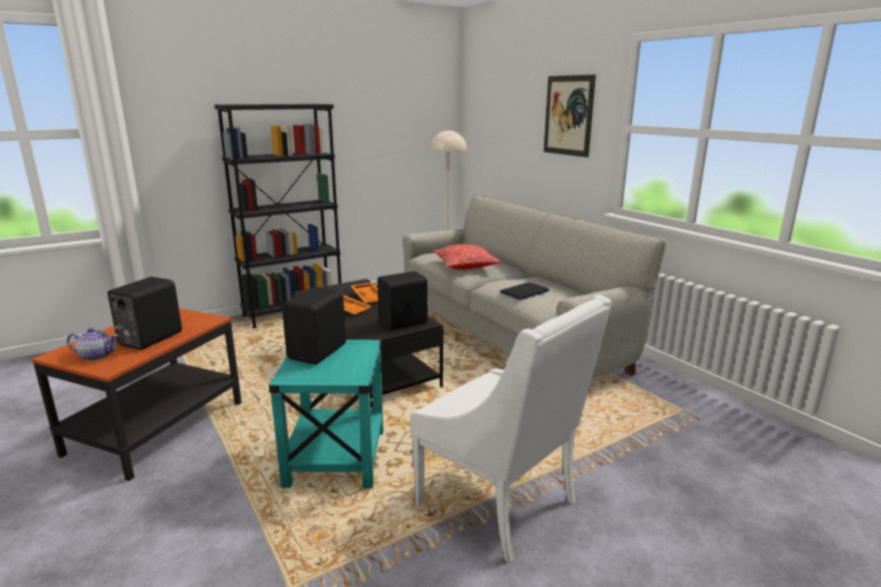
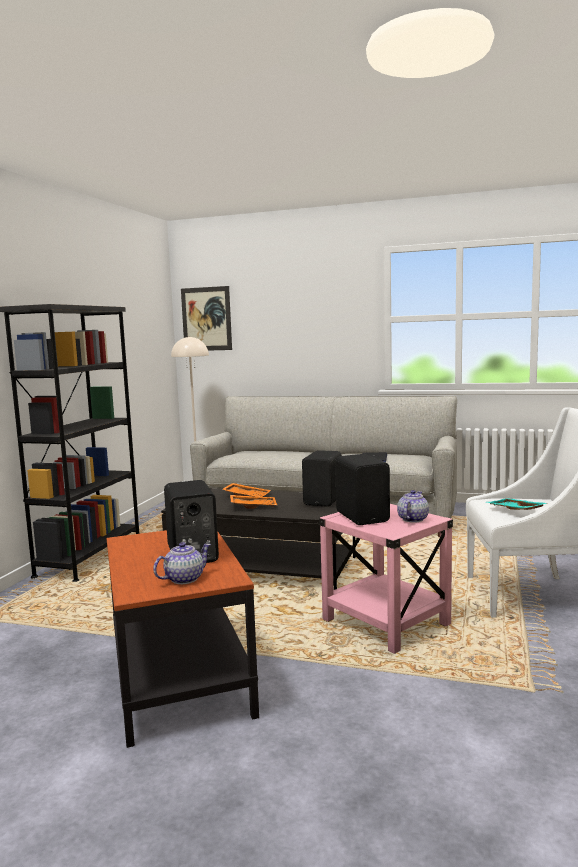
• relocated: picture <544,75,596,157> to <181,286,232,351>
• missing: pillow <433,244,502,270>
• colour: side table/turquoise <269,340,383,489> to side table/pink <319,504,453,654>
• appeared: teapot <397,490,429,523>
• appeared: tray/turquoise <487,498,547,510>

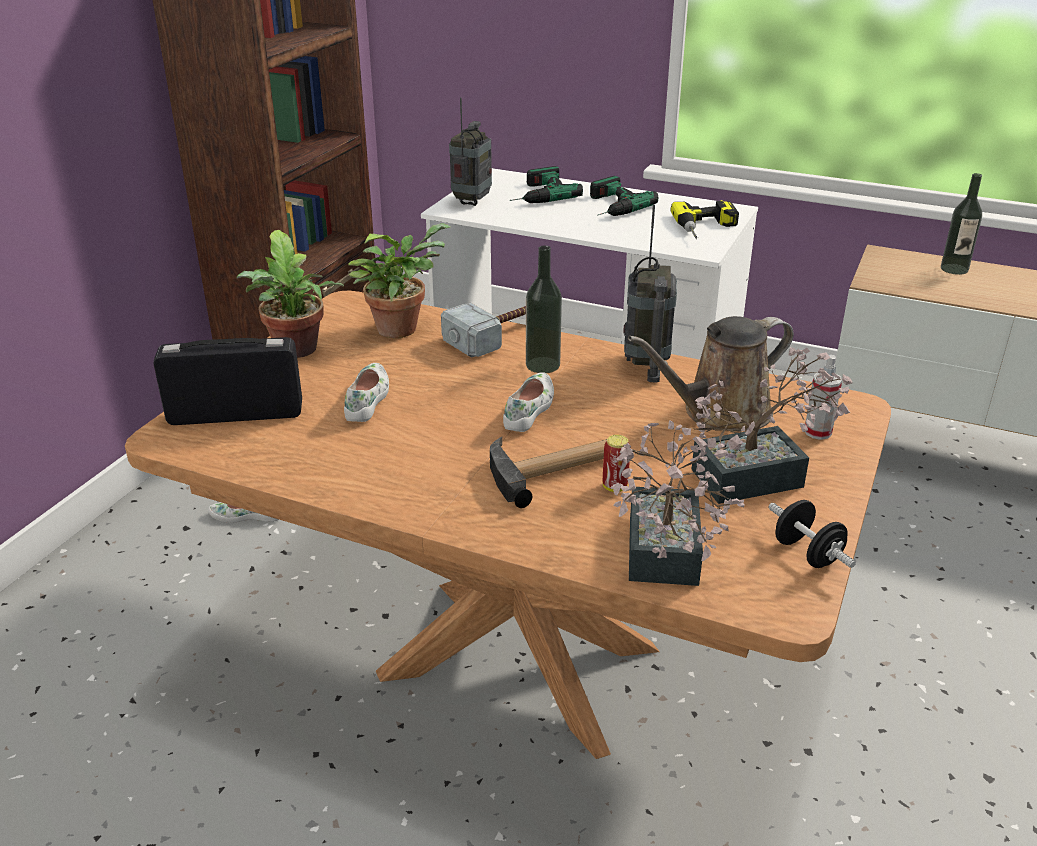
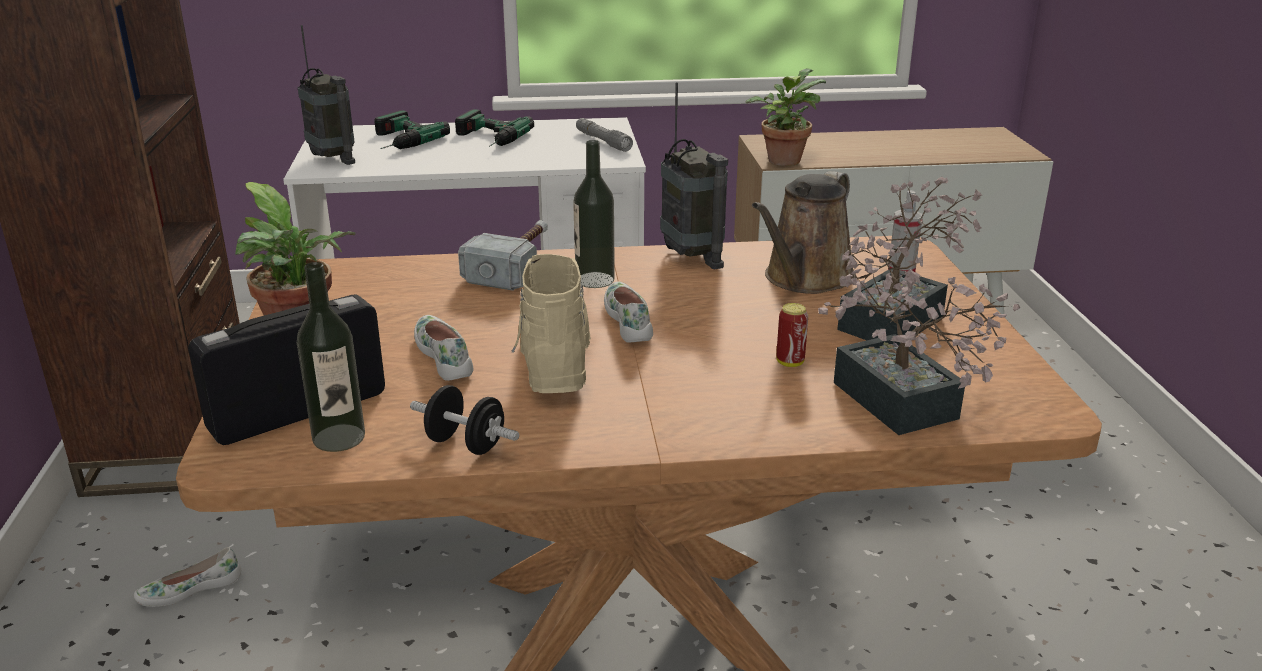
• spun: radio <449,97,492,206> = <298,25,355,165> 150 degrees clockwise
• relocated: bottle <941,173,982,275> to <297,262,365,452>
• exchanged: power drill <670,200,739,239> to flashlight/grey <576,118,633,152>
• relocated: potted plant <348,223,450,338> to <745,68,826,166>
• missing: hammer <490,437,607,508>
• relocated: dumbbell/black <769,500,856,568> to <410,385,519,455>
• appeared: boot/beige <512,254,591,393>

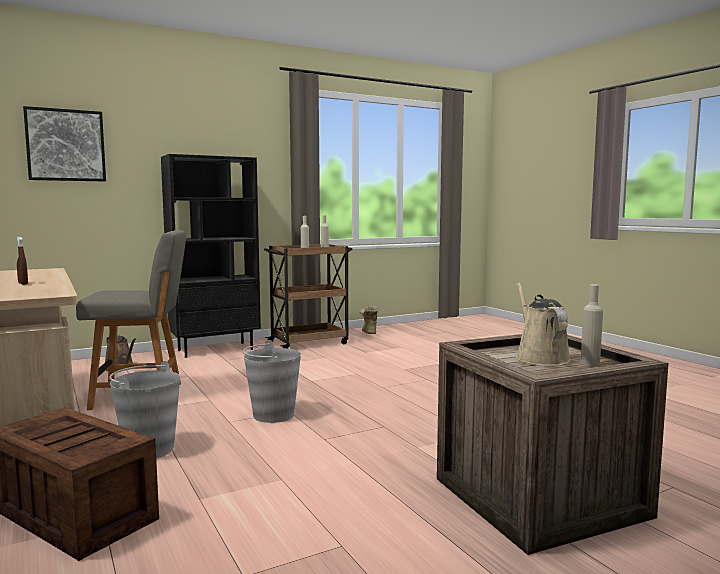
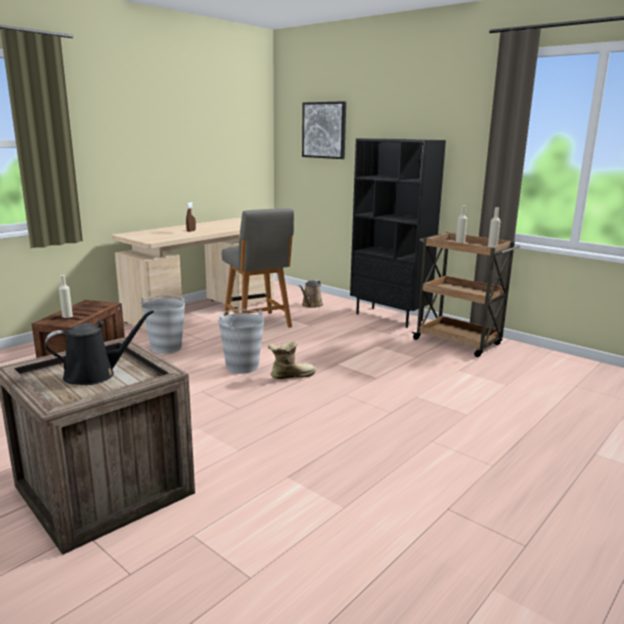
• colour: watering can/beige <516,282,571,366> to watering can/black <45,310,154,385>
• relocated: bottle/beige <581,284,603,366> to <59,275,73,318>
• relocated: boot <360,306,378,334> to <268,341,316,379>

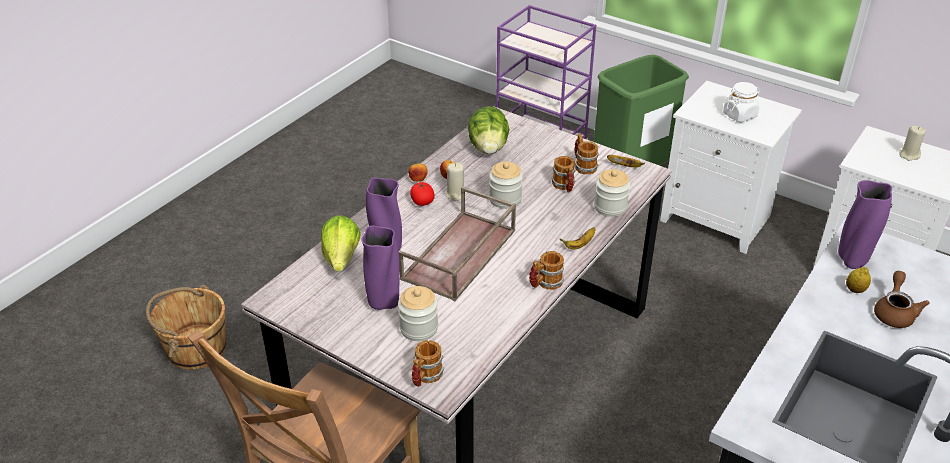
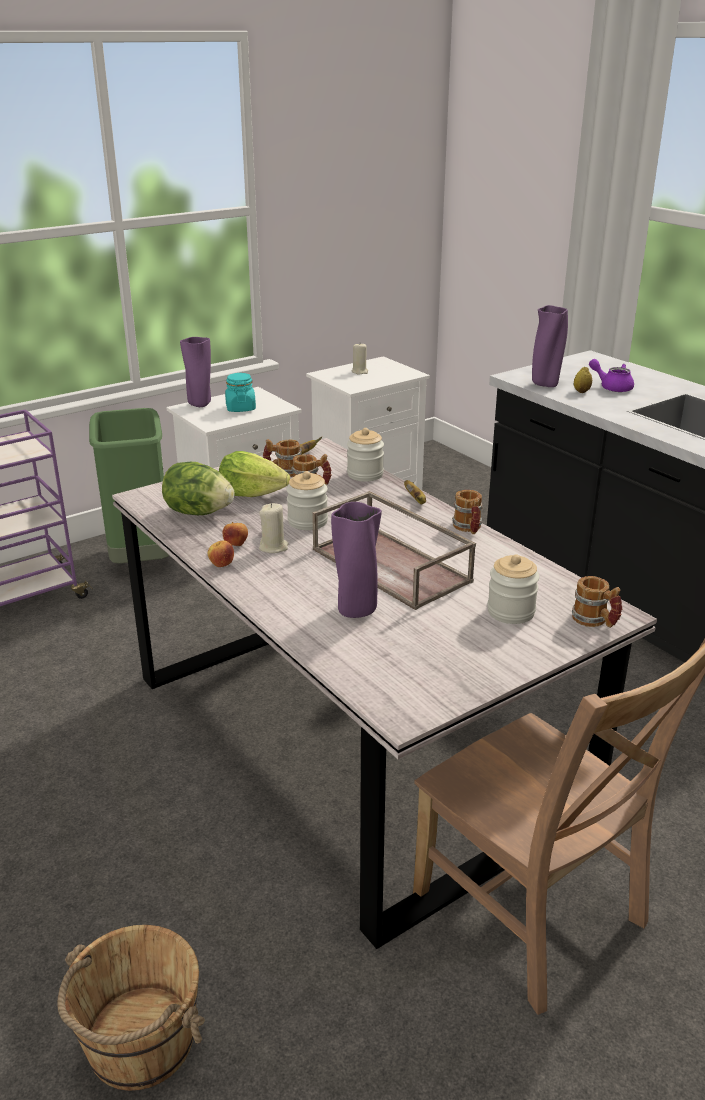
• colour: jar/white <723,82,760,122> to jar/turquoise <225,373,256,412>
• missing: tomato <410,181,435,206>
• relocated: lettuce <321,215,360,271> to <219,451,290,497>
• relocated: vase/purple <361,225,400,310> to <180,337,211,407>
• colour: teapot/brown <874,271,930,328> to teapot/purple <589,359,634,392>

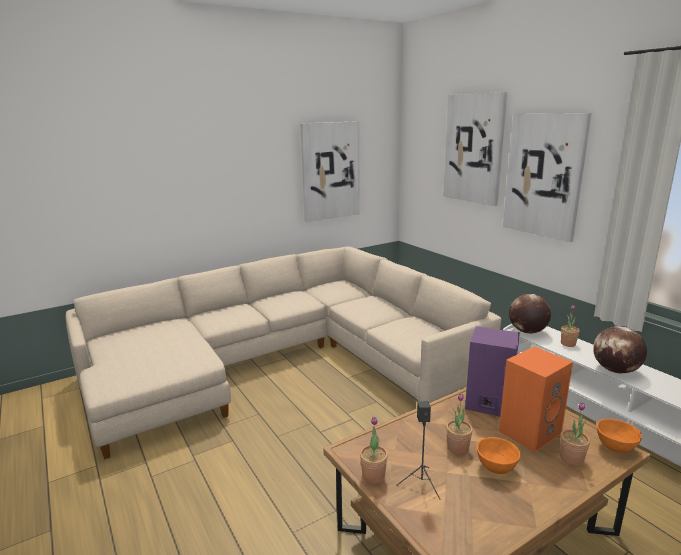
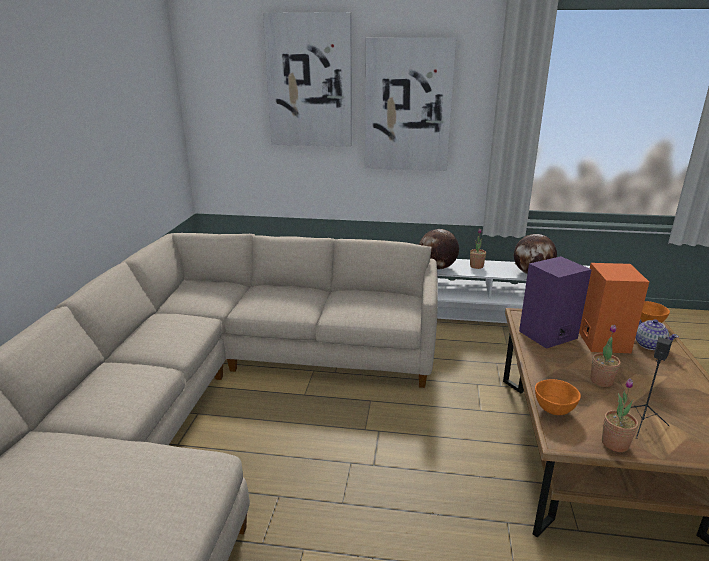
• missing: picture <300,121,360,222>
• exchanged: potted plant <560,402,590,466> to teapot <635,319,679,350>
• relocated: bowl/orange <477,437,520,474> to <535,379,581,415>

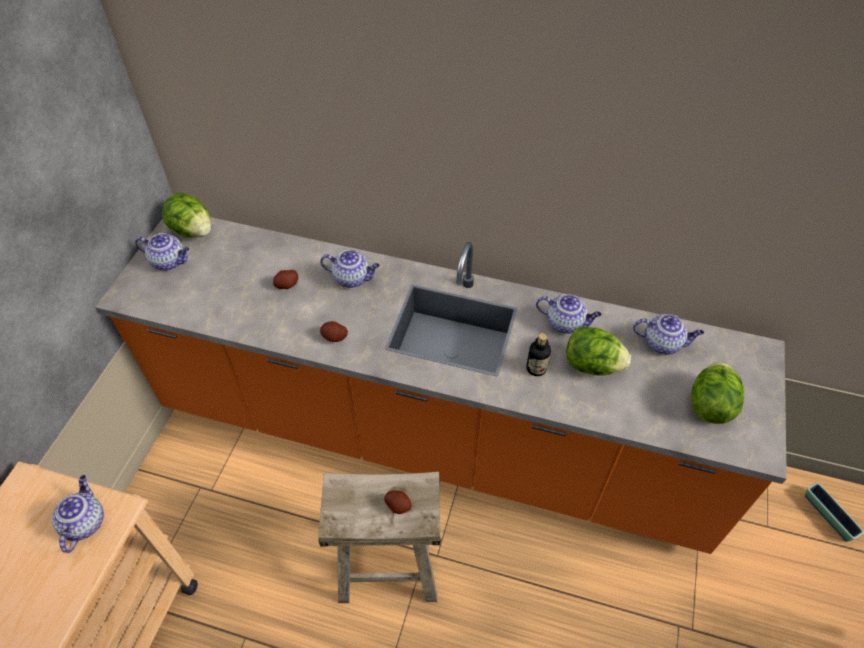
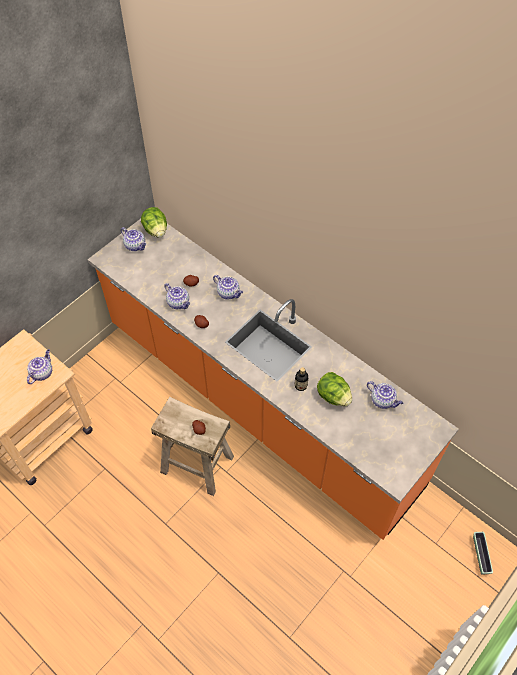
• relocated: teapot <536,294,602,334> to <164,283,190,309>
• missing: lettuce <691,362,744,424>

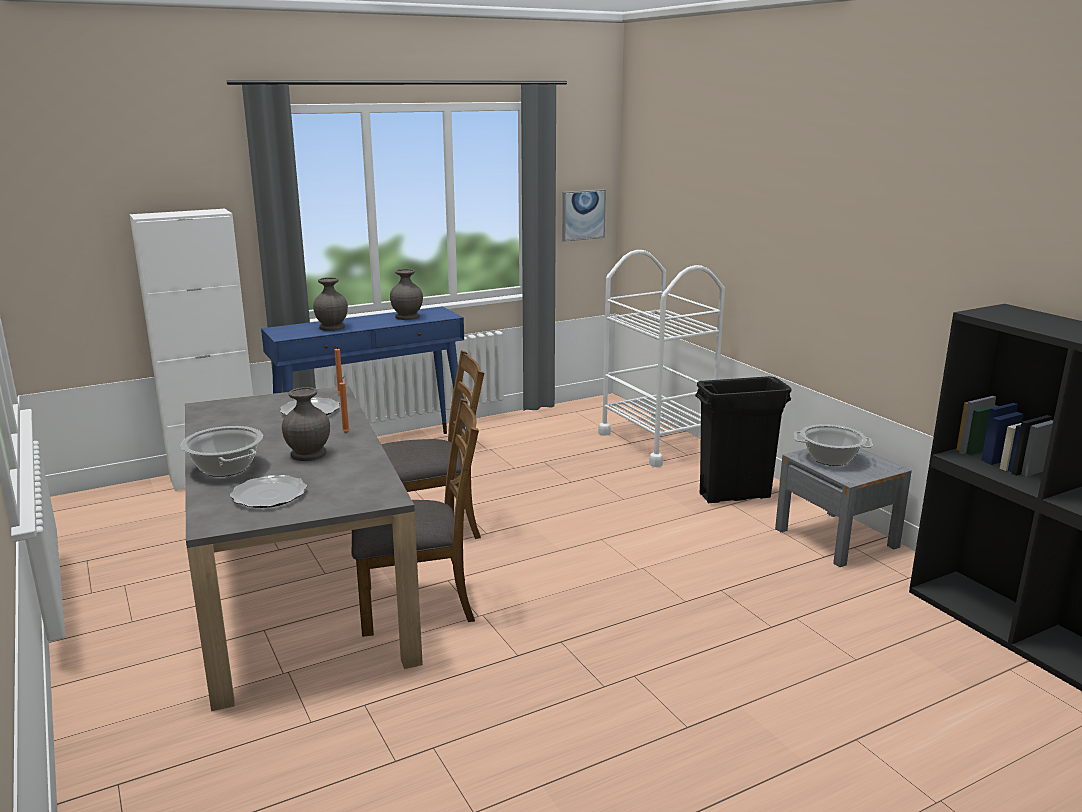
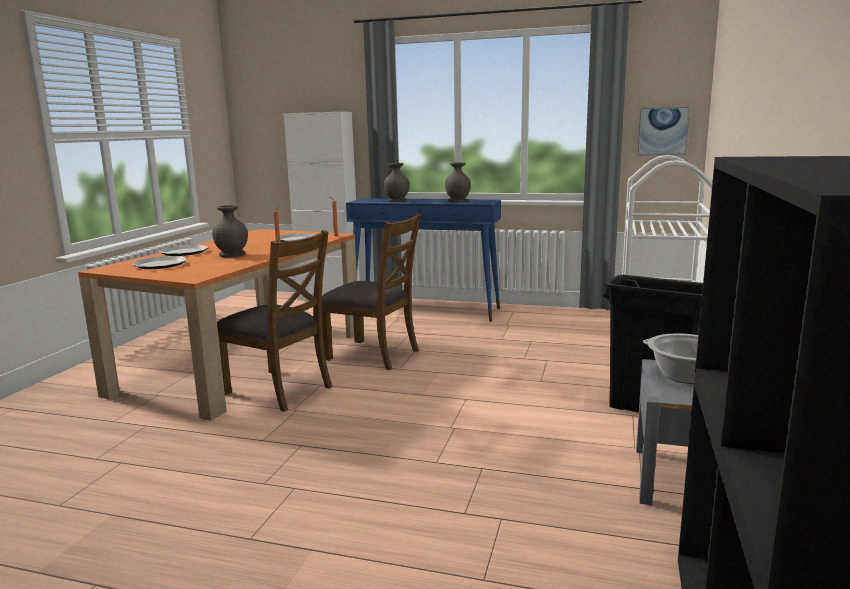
• colour: dining table/grey <185,385,423,711> to dining table/orange <78,229,357,421>
• exchanged: cooking pot <181,426,263,477> to plate <159,245,208,256>

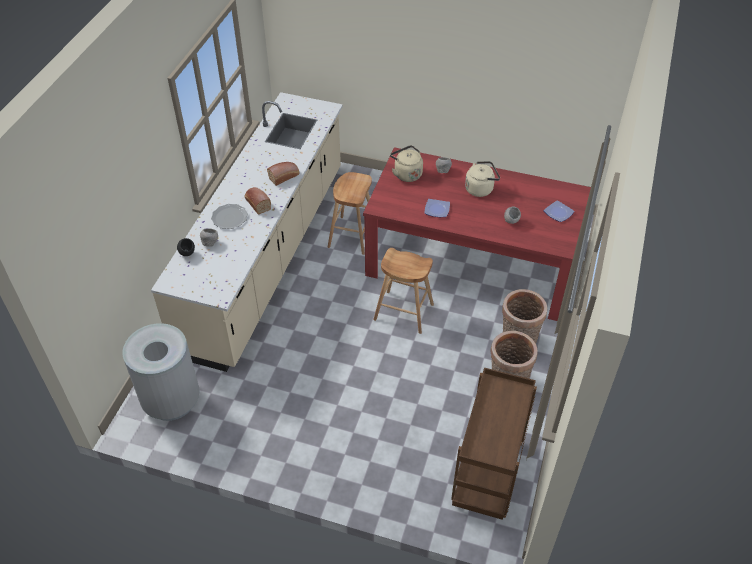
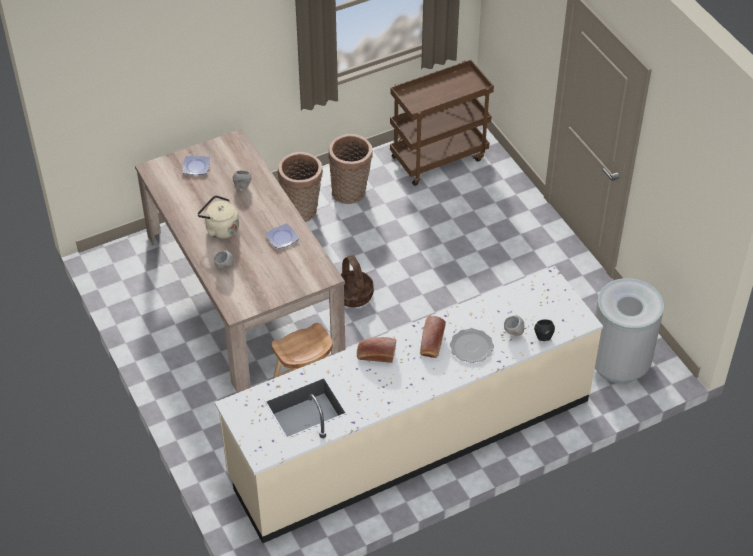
• missing: kettle/beige <390,145,423,182>
• colour: dining table/red <363,147,591,321> to dining table/beige <135,129,345,393>
• exchanged: stool/brown <373,248,434,334> to basket <341,255,374,307>

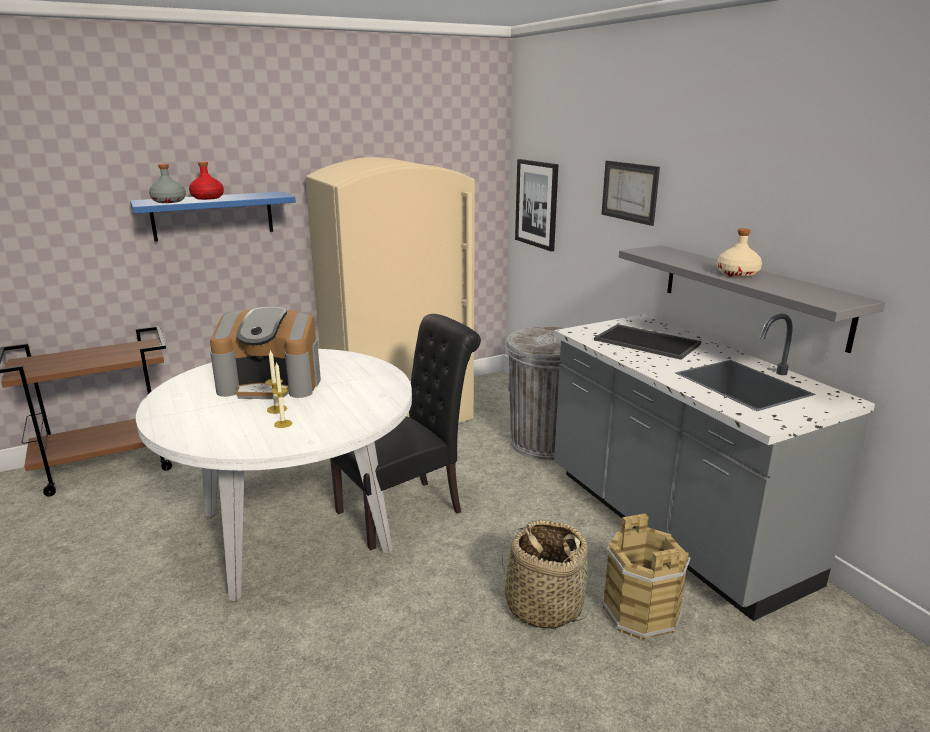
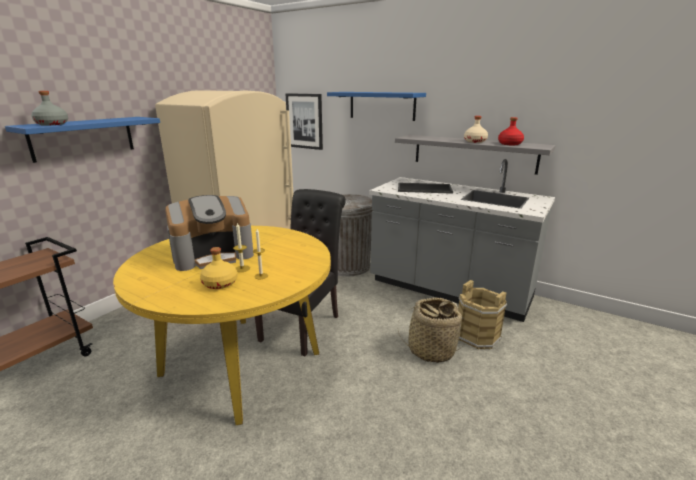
• exchanged: picture <601,161,660,226> to shelf/blue <327,92,426,121>
• relocated: bottle/red <189,162,224,200> to <498,117,524,145>
• colour: dining table/white <136,349,412,602> to dining table/yellow <113,226,331,425>
• appeared: bottle/yellow <200,247,238,289>

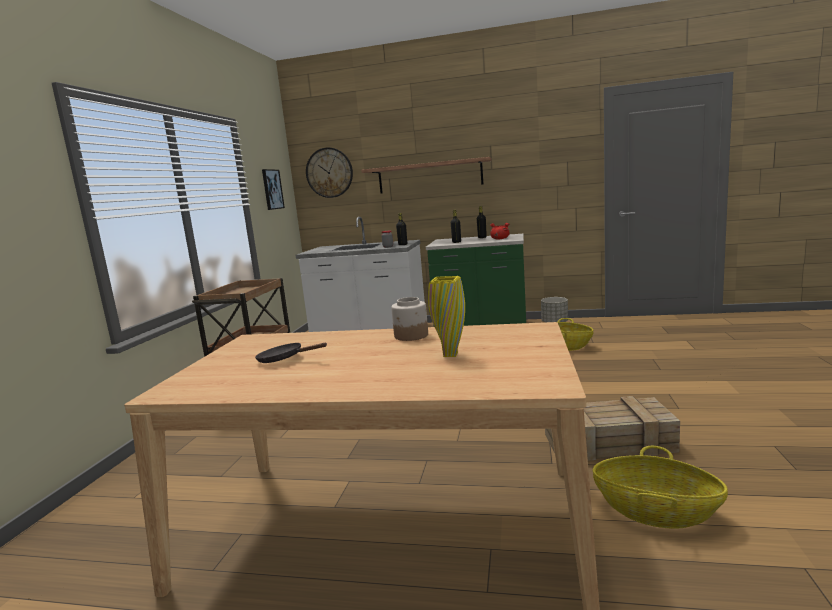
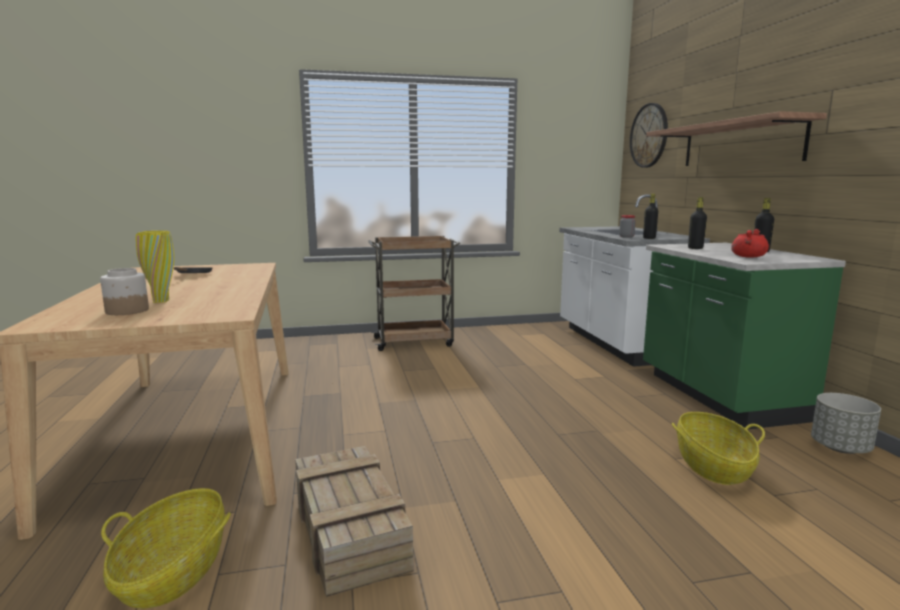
• missing: picture <262,169,285,210>
• relocated: jar <391,297,428,341> to <100,268,149,315>

